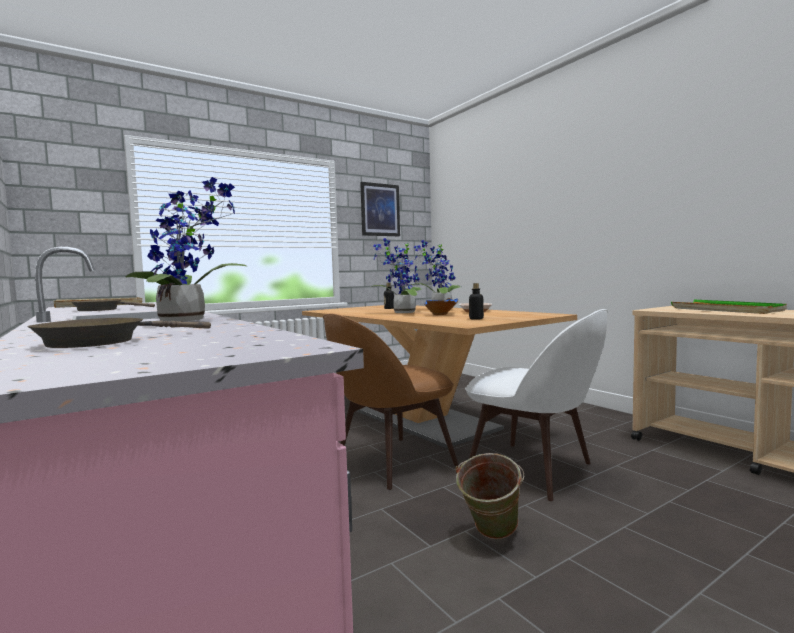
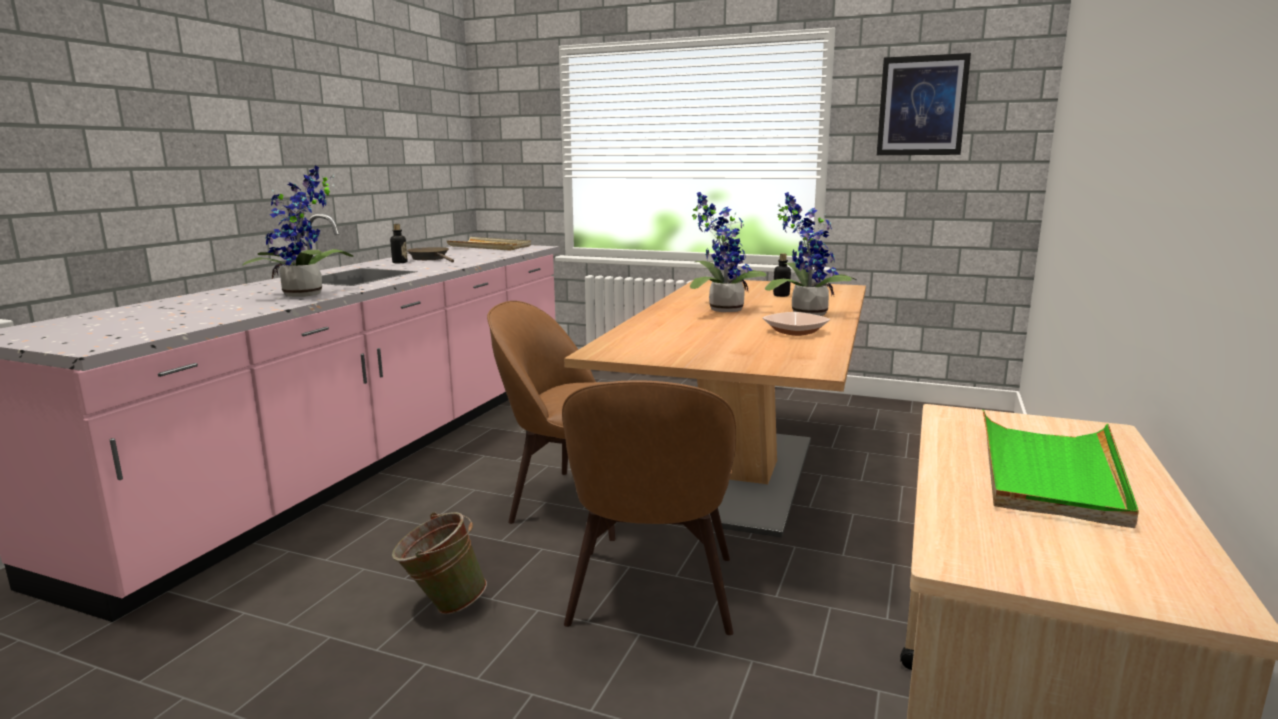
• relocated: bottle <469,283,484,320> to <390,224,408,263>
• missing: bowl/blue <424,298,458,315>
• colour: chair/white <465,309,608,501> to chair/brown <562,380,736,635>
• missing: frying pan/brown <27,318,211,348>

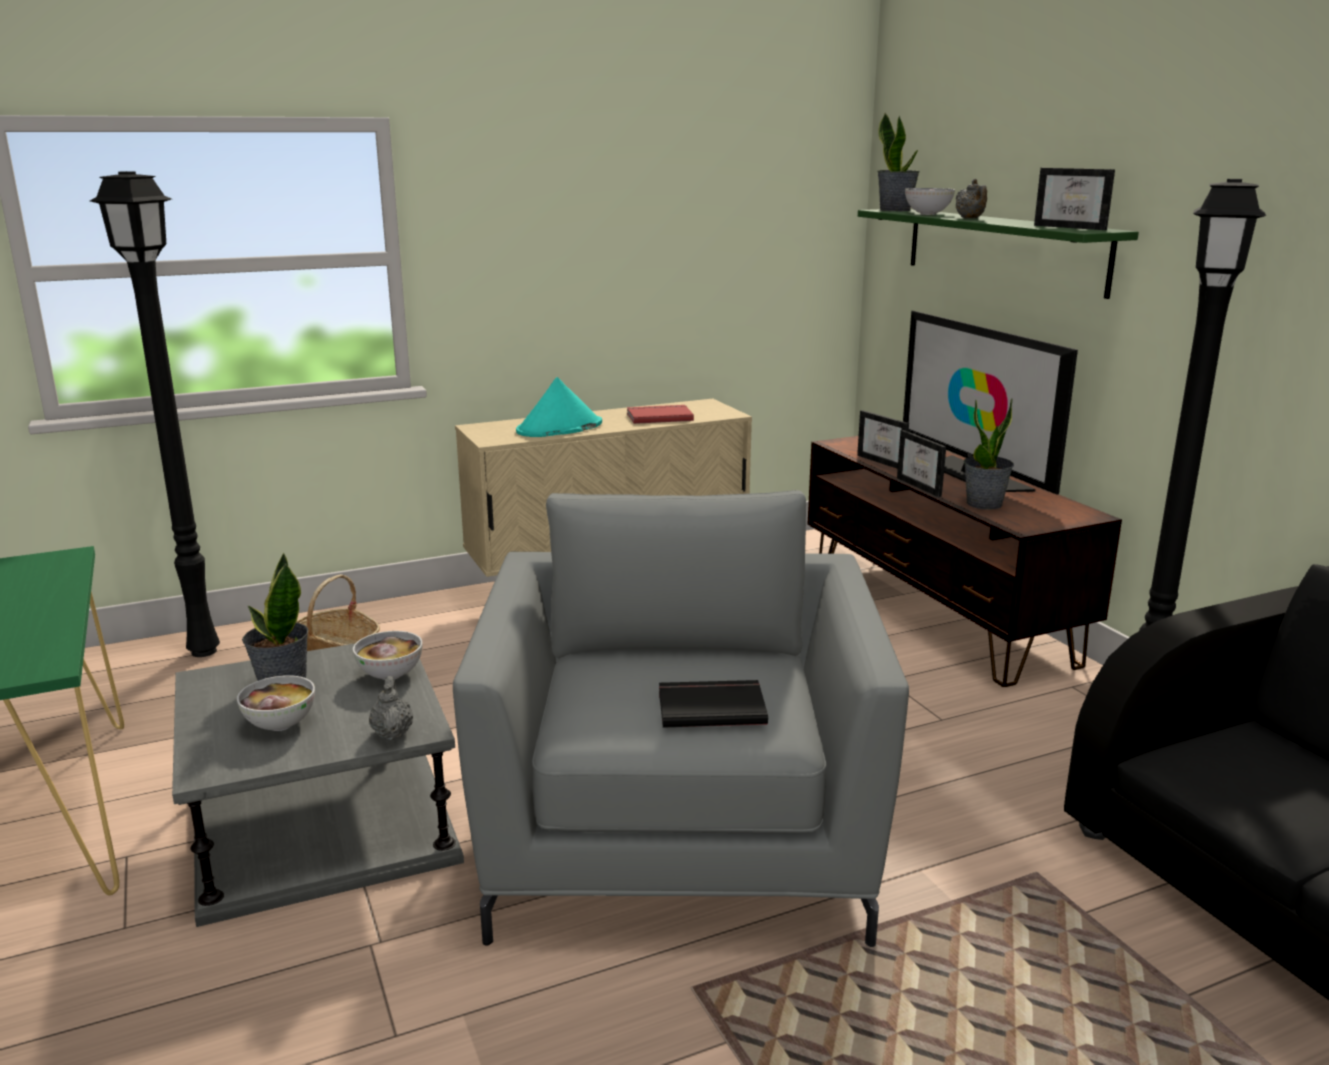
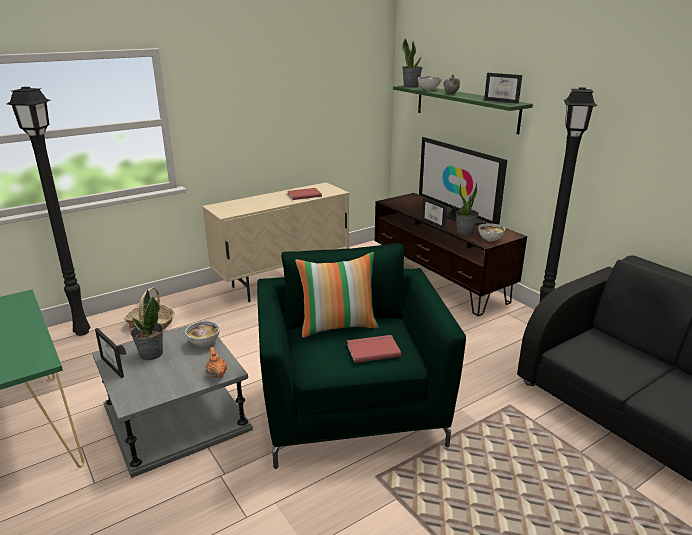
• missing: hat/turquoise <516,377,602,437>
• relocated: picture frame <857,410,909,469> to <95,328,126,378>
• colour: armchair/grey <453,490,909,947> to armchair/green <257,243,466,469>
• relocated: bowl <237,675,315,731> to <478,223,505,242>
• colour: teapot/grey <369,676,413,741> to teapot/orange <205,347,227,379>
• colour: book/black <659,680,768,728> to book/red <347,335,401,363>
• appeared: pillow <295,252,379,338>

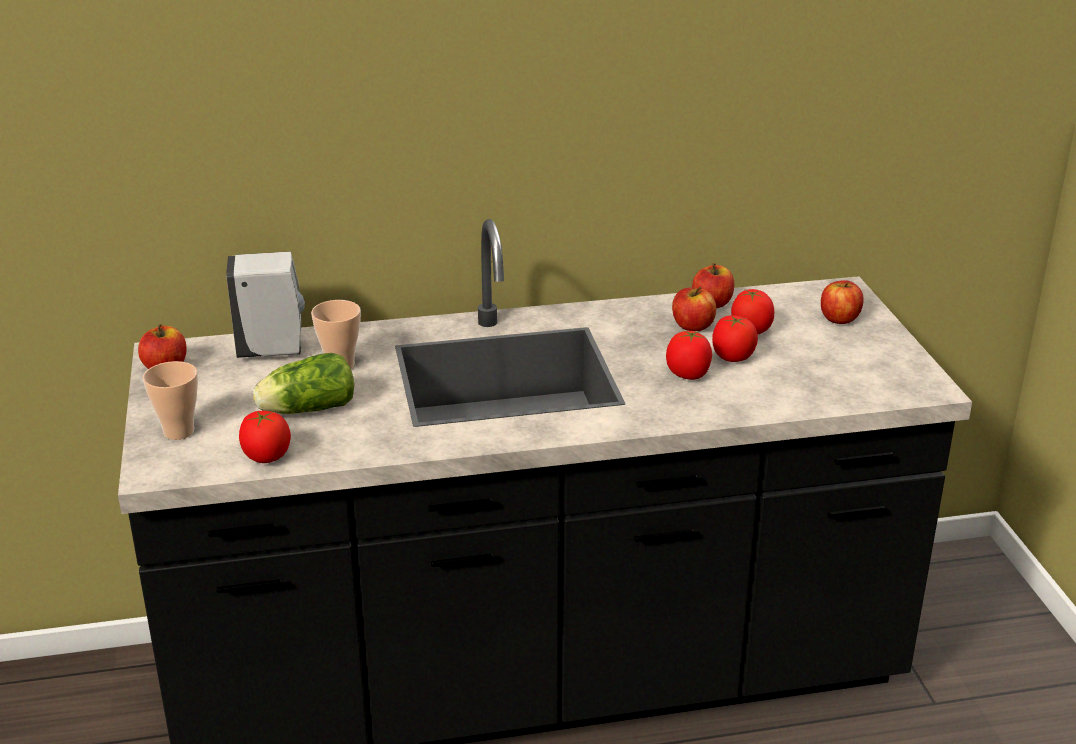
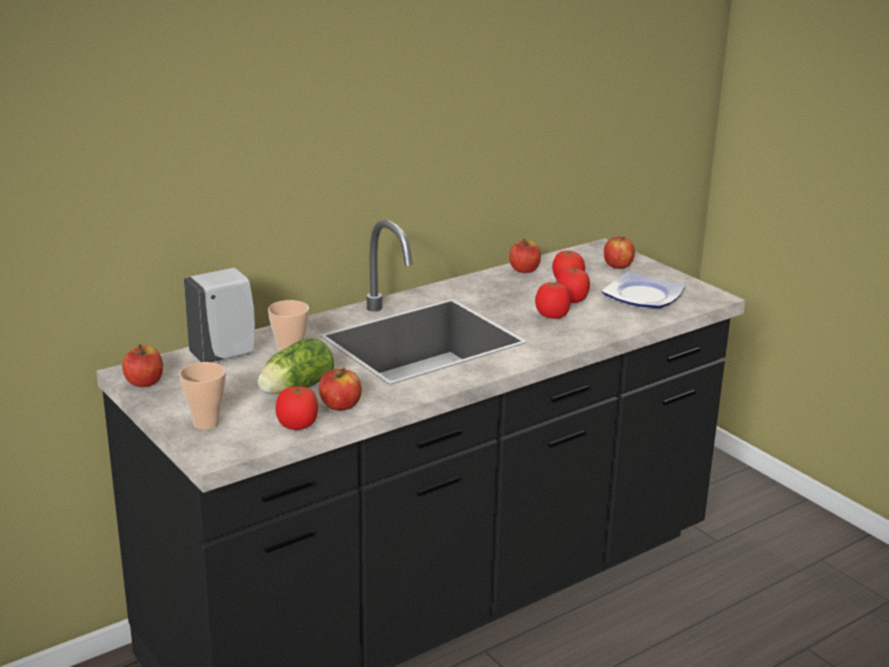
• relocated: apple <672,287,716,331> to <319,367,362,410>
• appeared: plate <602,271,686,308>

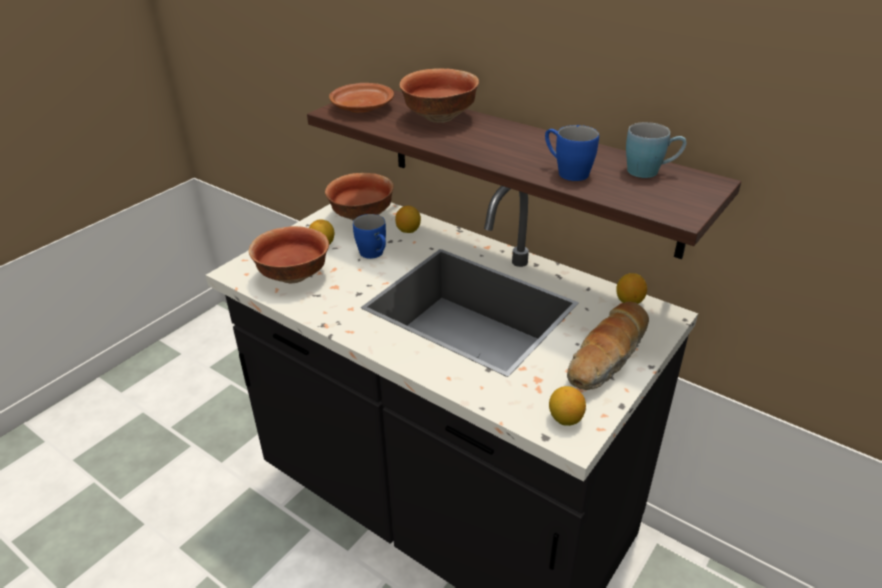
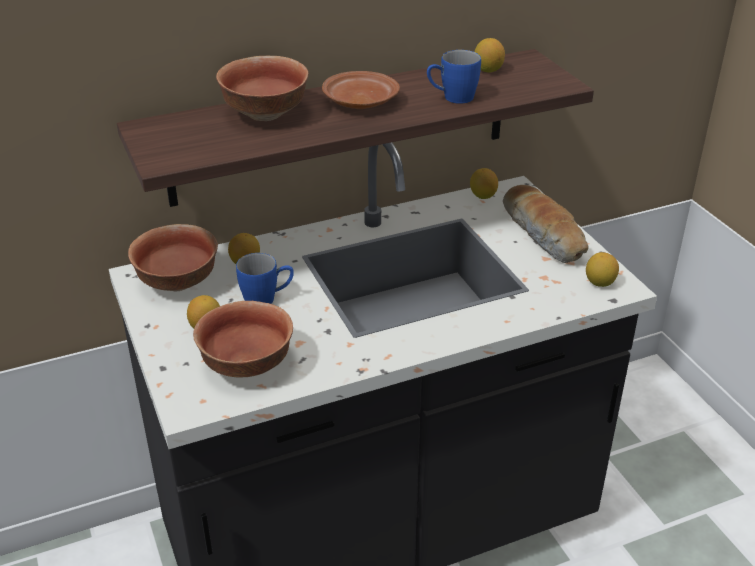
• relocated: plate/brown <329,83,394,113> to <322,71,400,109>
• exchanged: mug/blue <626,122,687,178> to lemon <475,38,505,72>

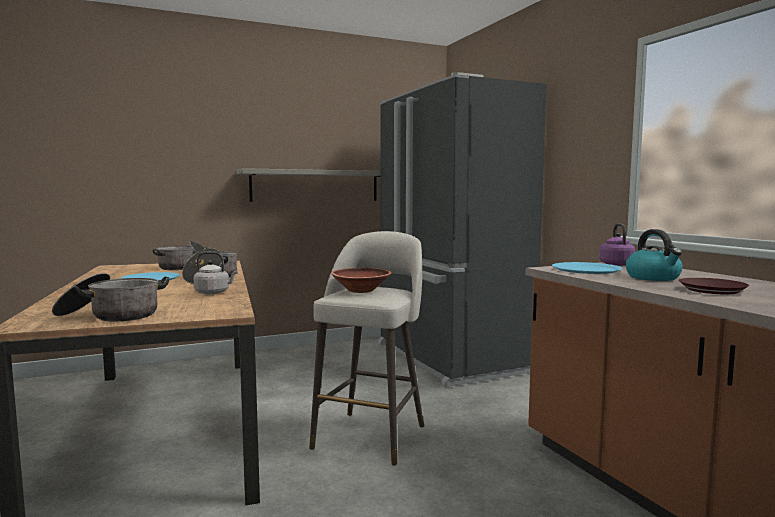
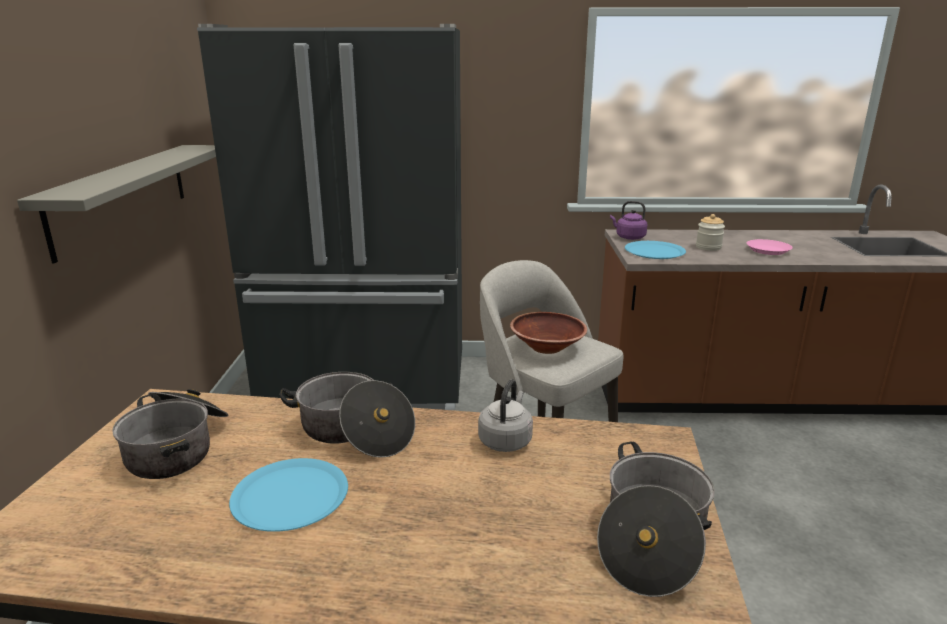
• exchanged: kettle <626,229,683,281> to jar <696,214,725,251>
• colour: plate/brown <679,278,749,294> to plate/pink <747,239,792,255>

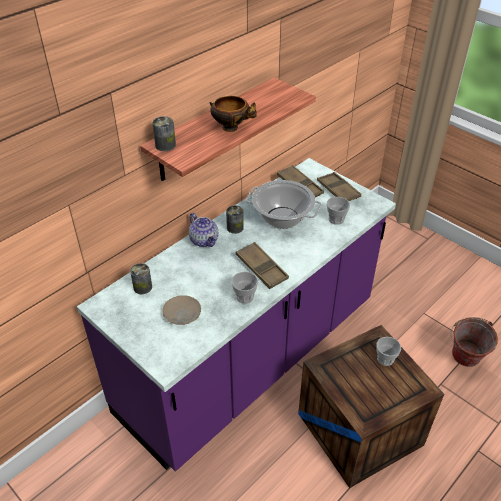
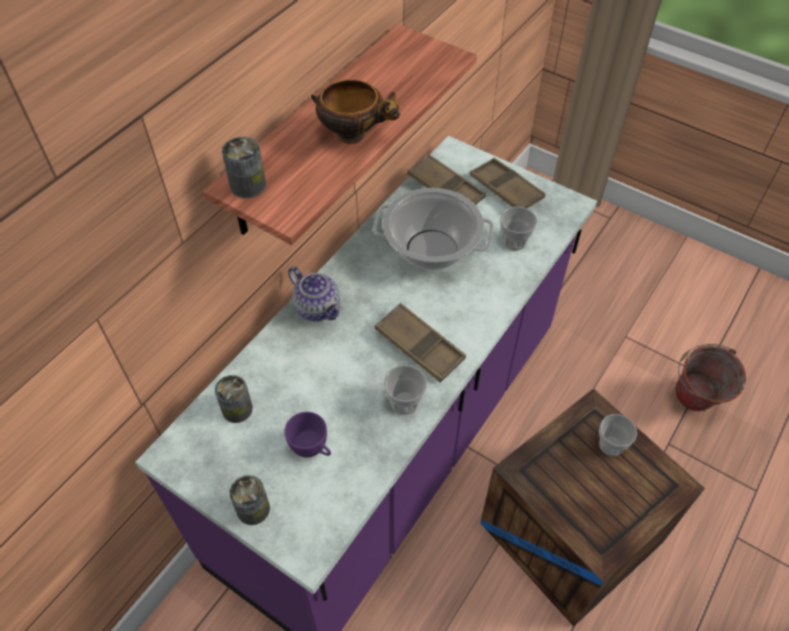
• relocated: can <226,205,244,234> to <229,475,270,525>
• exchanged: plate/beige <163,295,201,325> to cup/purple <284,412,331,458>

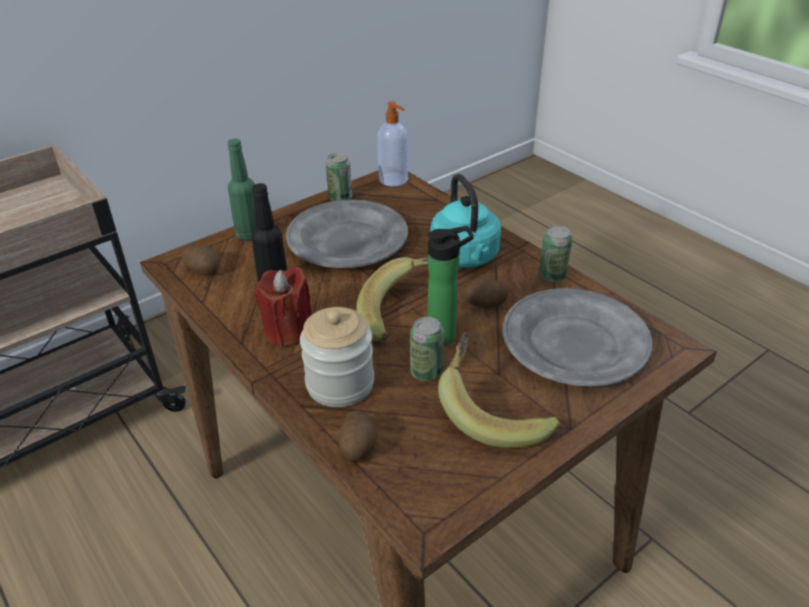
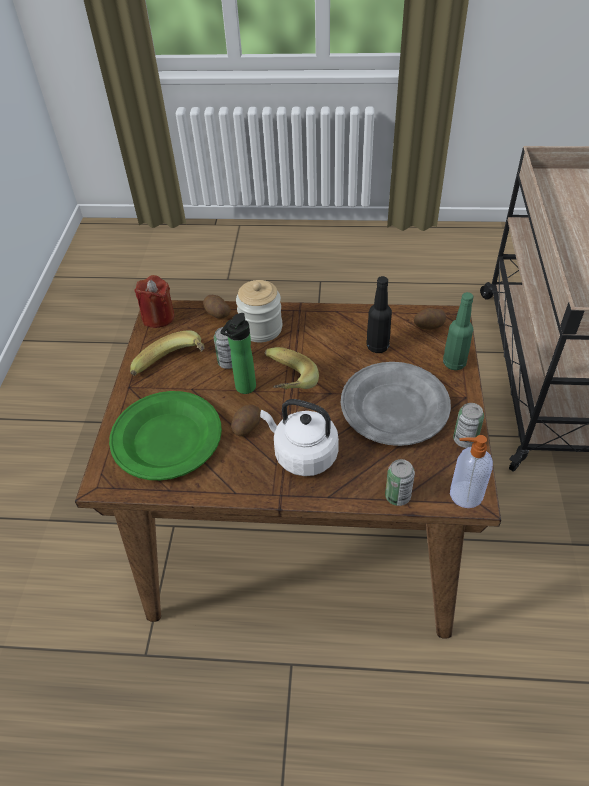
• colour: kettle/turquoise <430,174,501,268> to kettle/white <260,399,339,476>
• relocated: can <539,225,572,282> to <385,459,415,506>
• relocated: candle/red <255,266,312,348> to <135,275,175,328>
• colour: plate/grey <503,288,652,386> to plate/green <109,391,222,480>

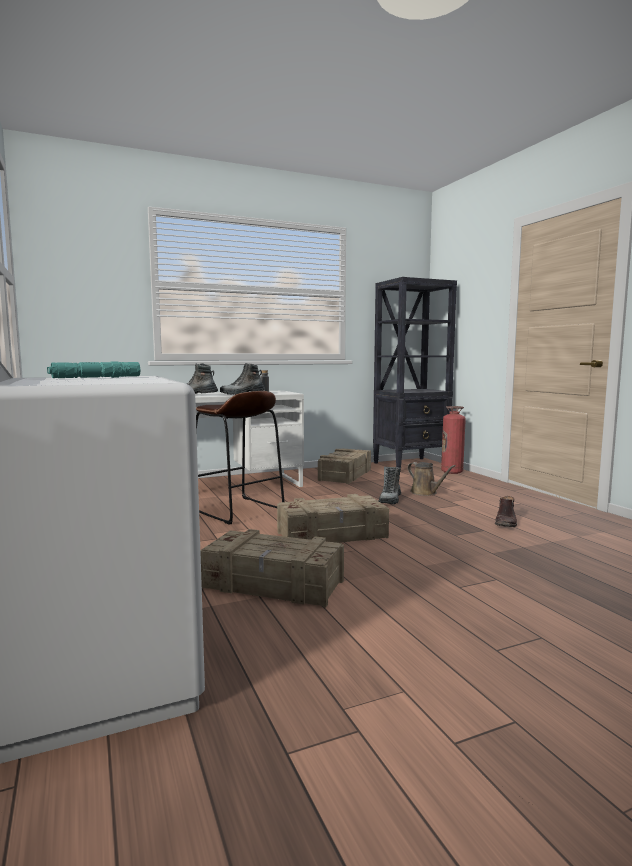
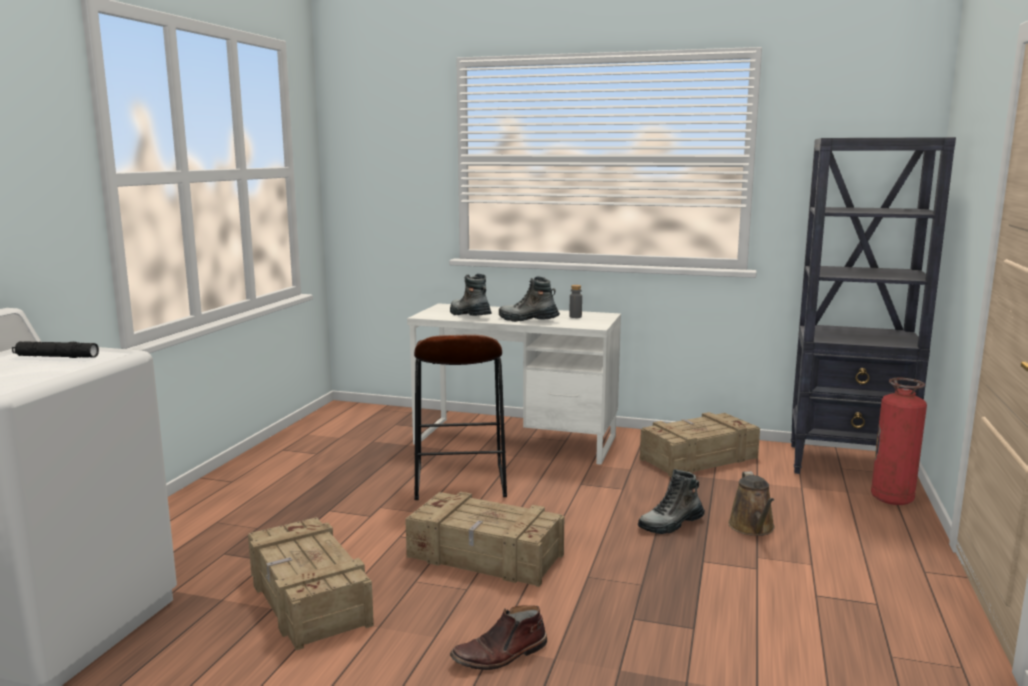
• colour: flashlight/turquoise <47,361,140,378> to flashlight/black <12,341,99,358>
• relocated: boot/brown <495,496,517,527> to <450,605,547,670>

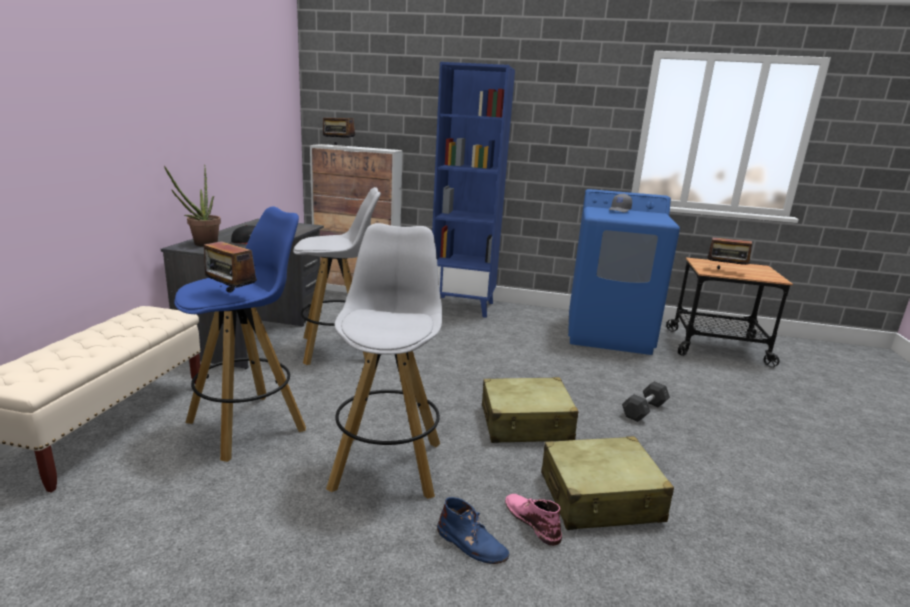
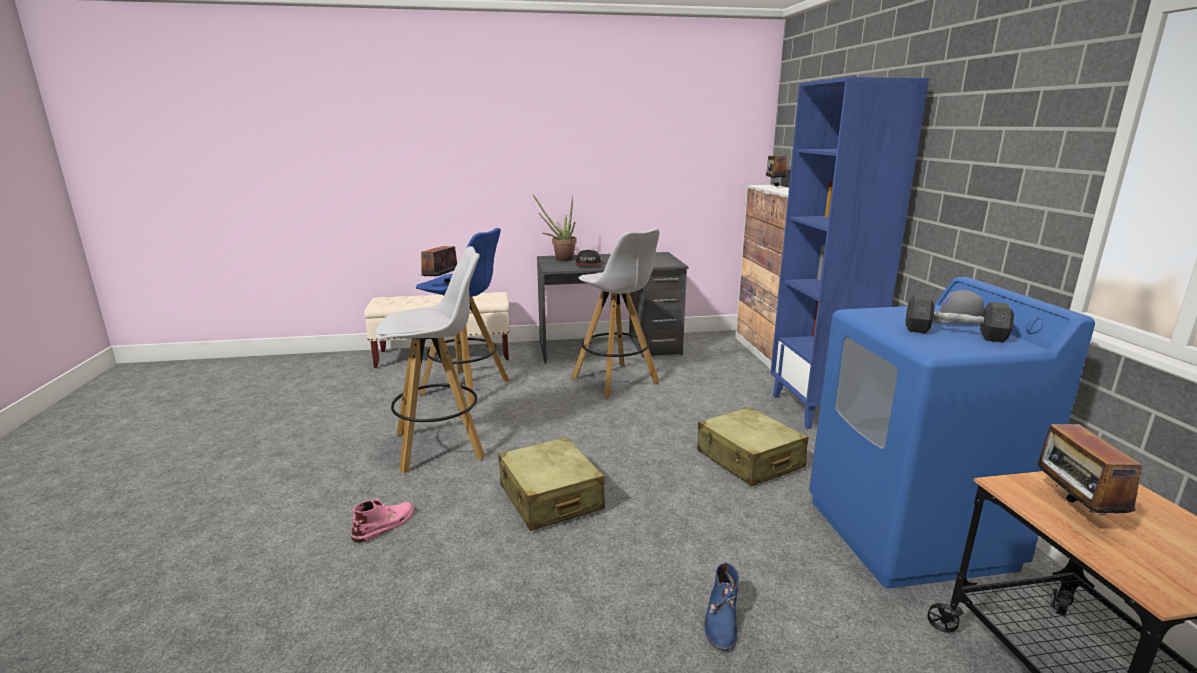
• relocated: dumbbell/grey <622,381,670,422> to <905,295,1014,342>
• relocated: suitcase/beige <541,436,674,530> to <697,407,808,486>
• relocated: boot/blue <437,497,509,564> to <704,563,739,651>

